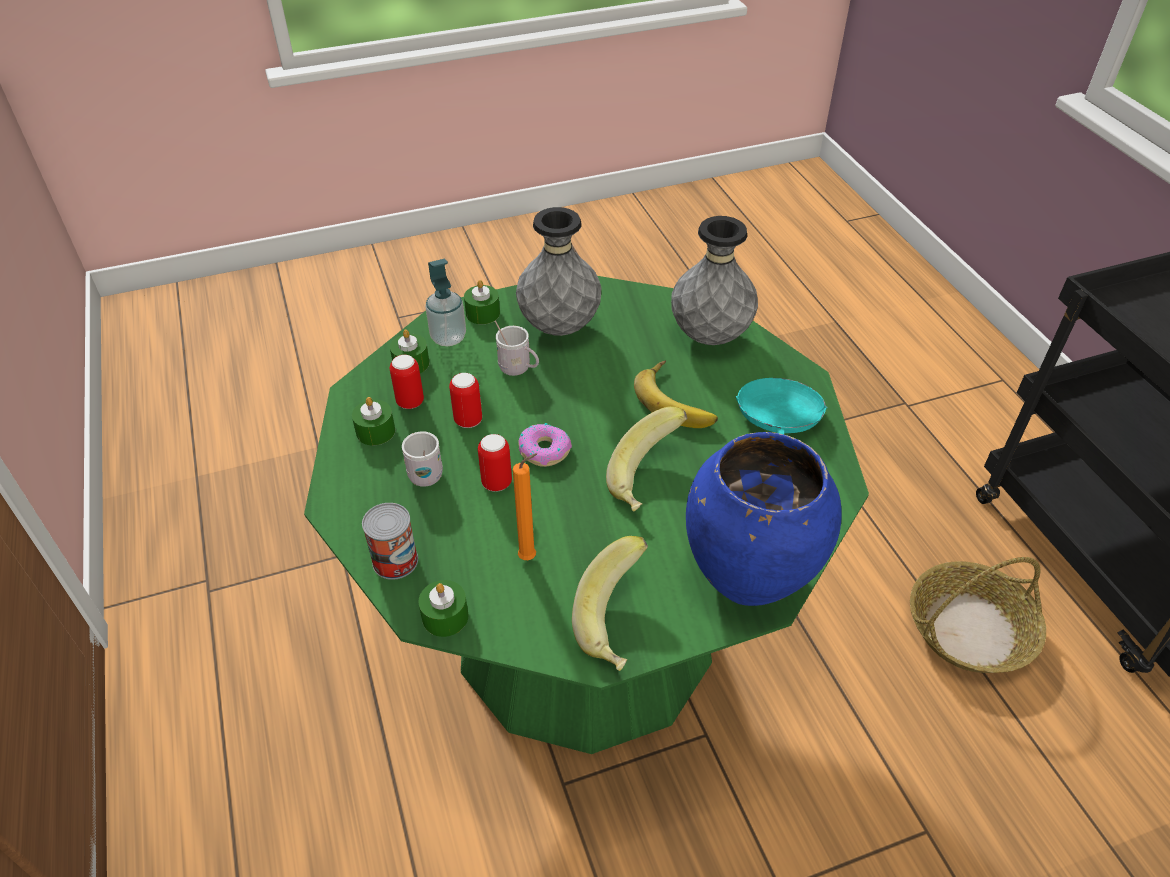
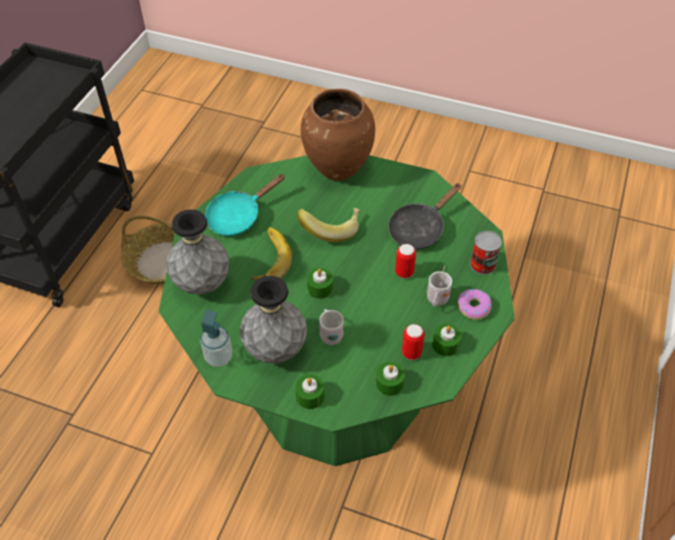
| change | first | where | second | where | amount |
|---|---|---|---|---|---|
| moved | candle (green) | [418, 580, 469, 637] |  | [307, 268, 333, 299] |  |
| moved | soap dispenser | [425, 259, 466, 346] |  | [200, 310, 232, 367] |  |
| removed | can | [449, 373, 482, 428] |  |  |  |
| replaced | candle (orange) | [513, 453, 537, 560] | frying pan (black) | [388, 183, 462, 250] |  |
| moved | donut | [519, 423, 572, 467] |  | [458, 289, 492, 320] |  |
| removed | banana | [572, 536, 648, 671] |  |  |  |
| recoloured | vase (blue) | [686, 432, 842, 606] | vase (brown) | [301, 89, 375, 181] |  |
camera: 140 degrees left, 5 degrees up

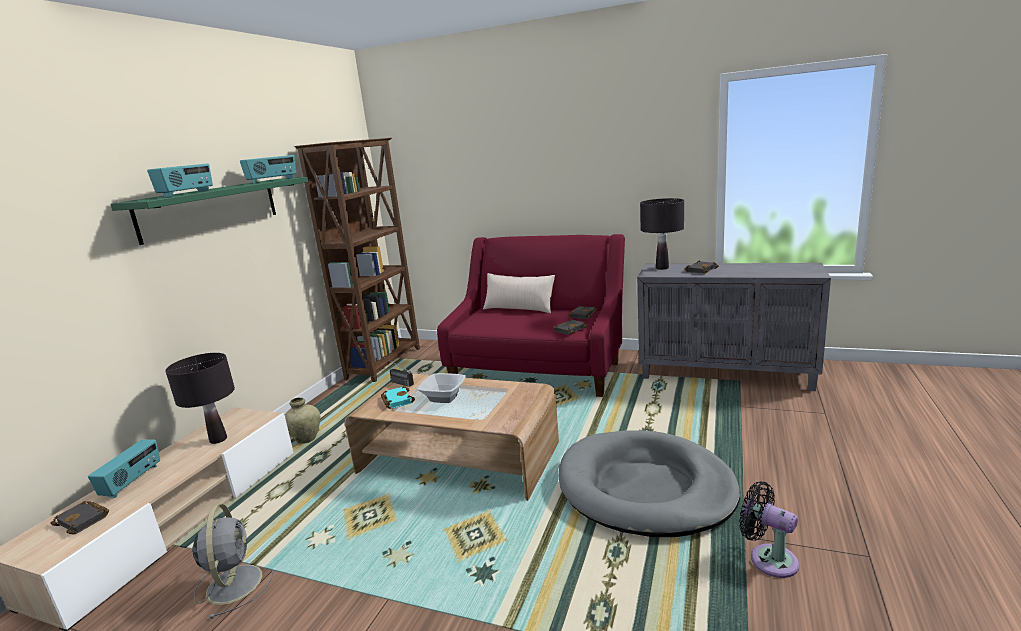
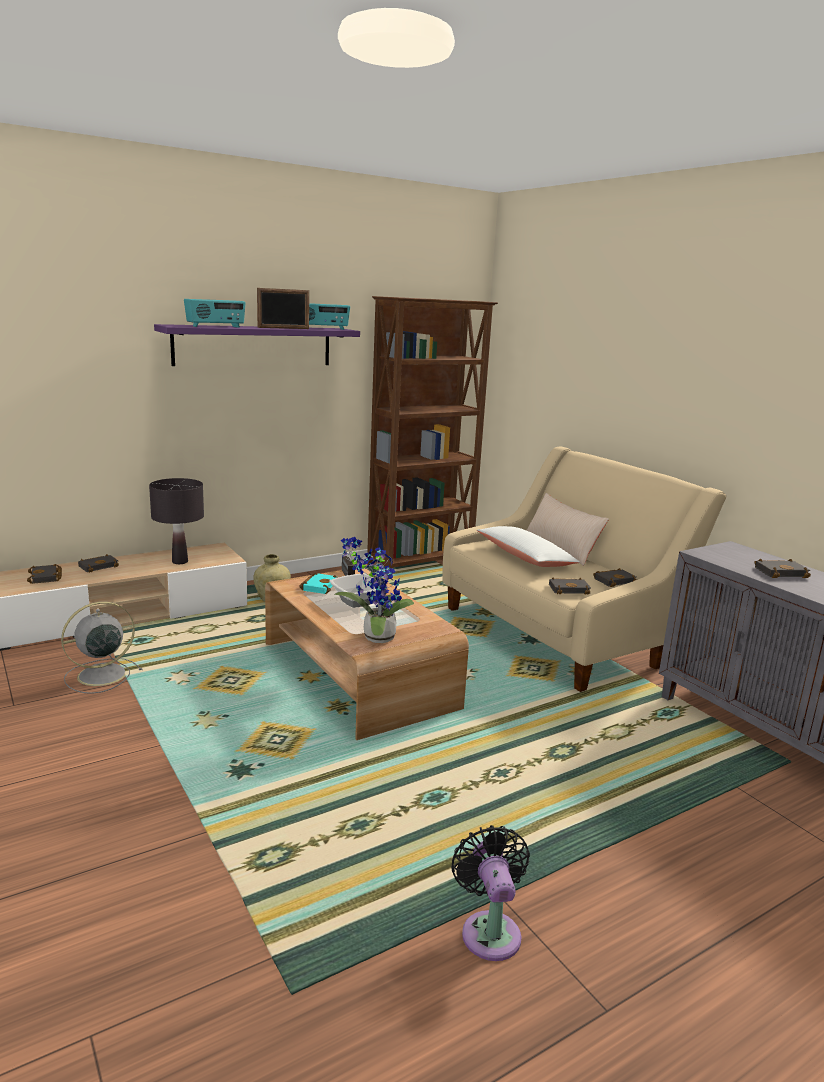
| change | first | where | second | where | amount |
|---|---|---|---|---|---|
| replaced | radio | [88, 439, 160, 498] | book (black) | [78, 554, 119, 573] |  |
| recoloured | shelf (green) | [110, 177, 308, 245] | shelf (purple) | [154, 324, 360, 366] |  |
| turned | fan (grey) | [192, 504, 274, 619] |  | [61, 602, 143, 694] | 150 degrees counterclockwise |
| recoloured | sofa (red) | [437, 234, 625, 397] | sofa (beige) | [442, 446, 726, 692] |  |
| removed | dog bed (grey) | [559, 430, 740, 537] |  |  |  |
| removed | table lamp (black) | [640, 198, 684, 270] |  |  |  |
| added |  |  | picture frame | [257, 288, 309, 329] |  |
| added |  |  | potted plant | [335, 537, 414, 643] |  |
| added |  |  | pillow (white) | [477, 526, 580, 567] |  |
camera: 35 degrees right, 0 degrees up

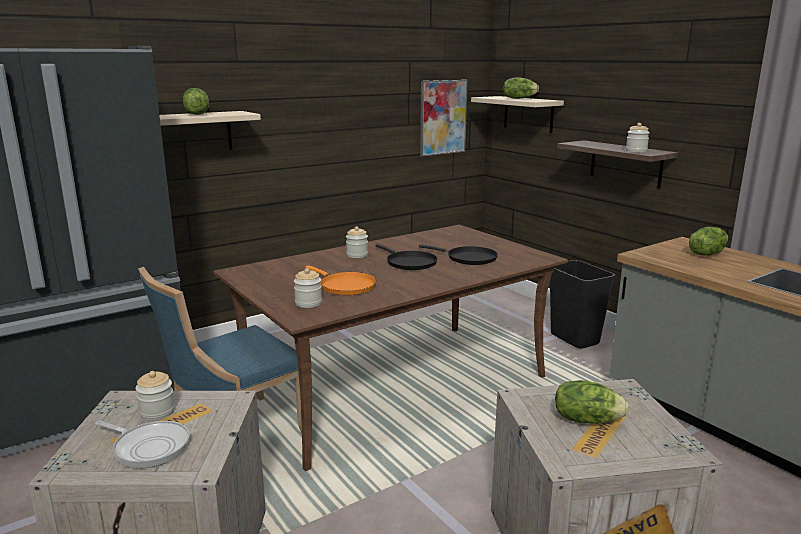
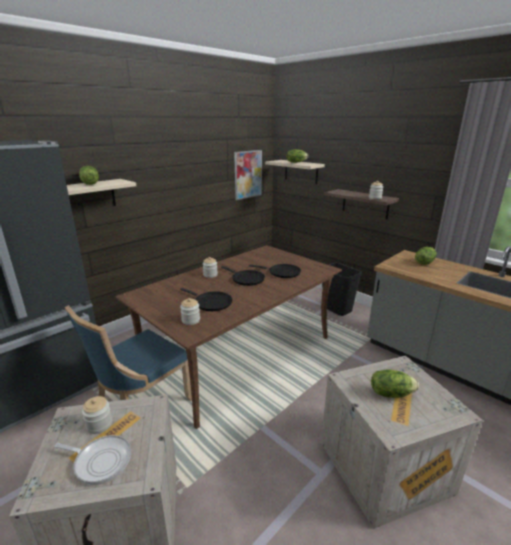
| change | first | where | second | where | amount |
|---|---|---|---|---|---|
| recoloured | frying pan (orange) | [305, 265, 377, 295] | frying pan (black) | [180, 288, 232, 311] |  |
camera: 10 degrees left, 5 degrees up

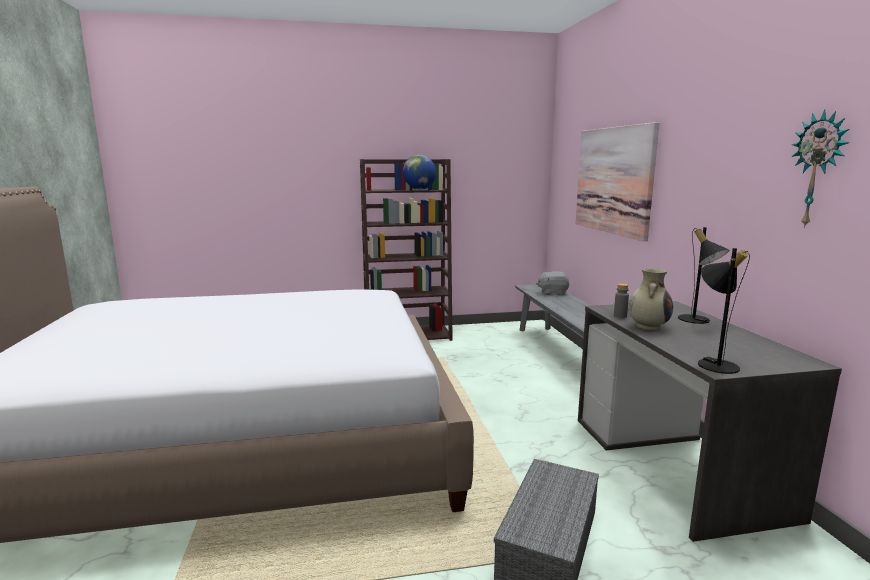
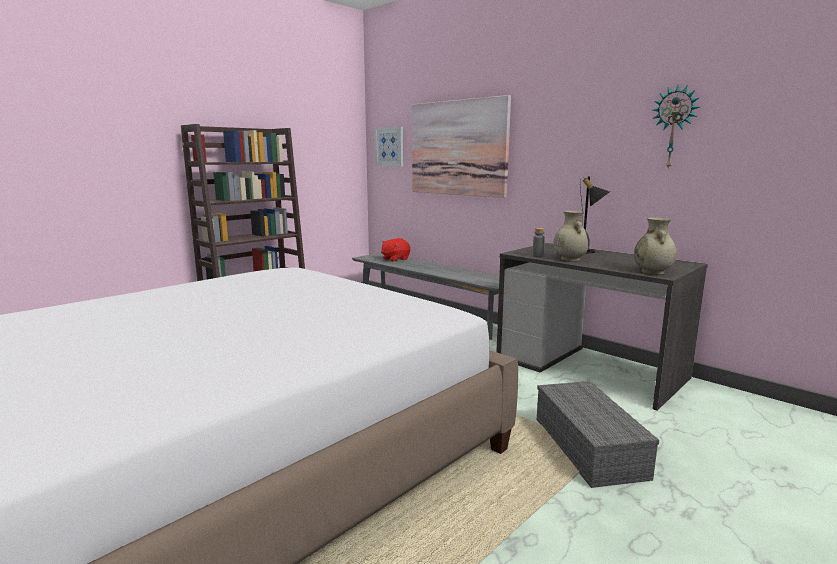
| change | first | where | second | where | amount |
|---|---|---|---|---|---|
| removed | globe | [403, 155, 436, 190] |  |  |  |
| recoloured | plush toy (grey) | [536, 271, 569, 295] | plush toy (red) | [381, 238, 410, 262] |  |
| replaced | table lamp (black) | [698, 248, 750, 374] | vase (beige) | [634, 217, 677, 274] |  |
| added |  |  | picture | [375, 127, 403, 166] |  |
camera: 35 degrees left, 0 degrees up

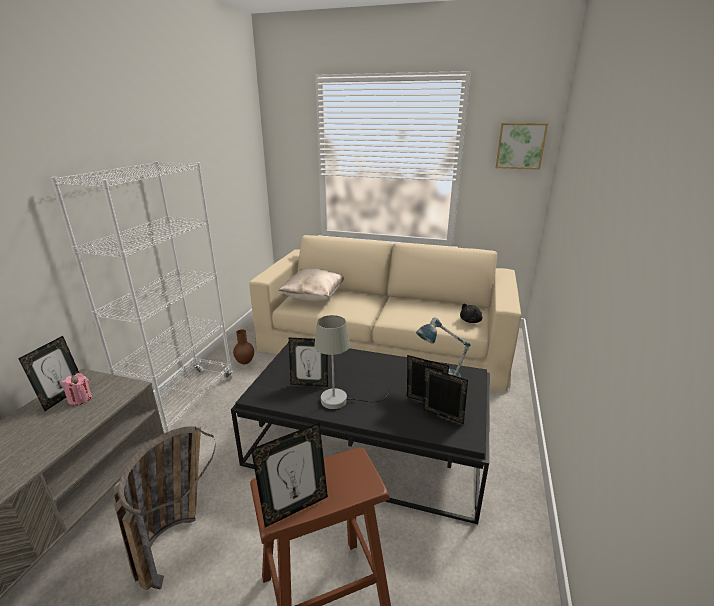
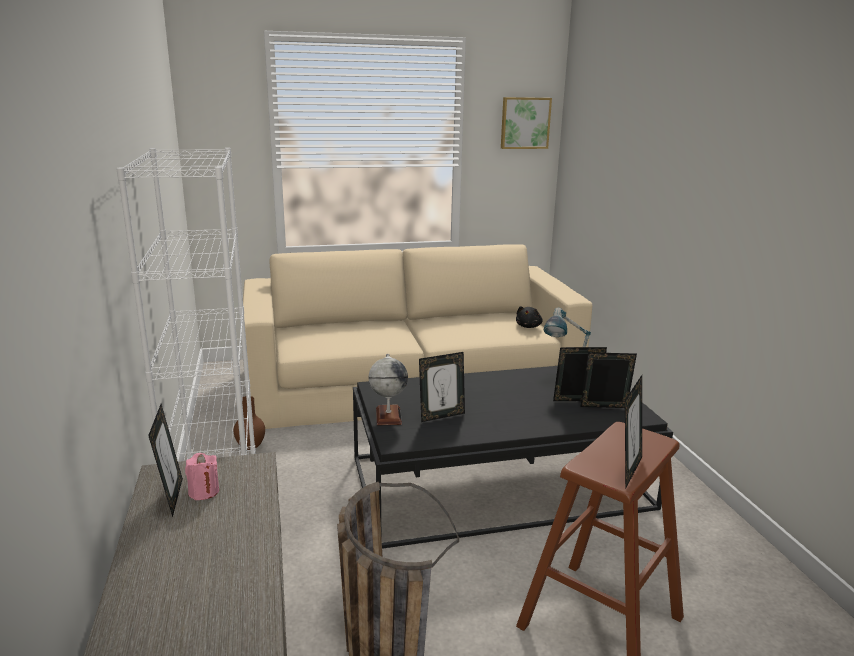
| change | first | where | second | where | amount |
|---|---|---|---|---|---|
| removed | pillow (beige) | [278, 268, 344, 302] |  |  |  |
| removed | table lamp (grey) | [314, 315, 390, 409] |  |  |  |
| added |  |  | globe | [369, 354, 408, 426] |  |
camera: 30 degrees left, 5 degrees down

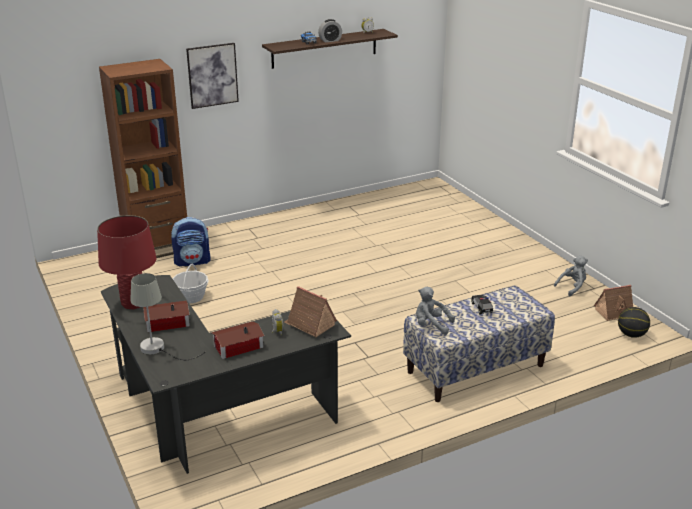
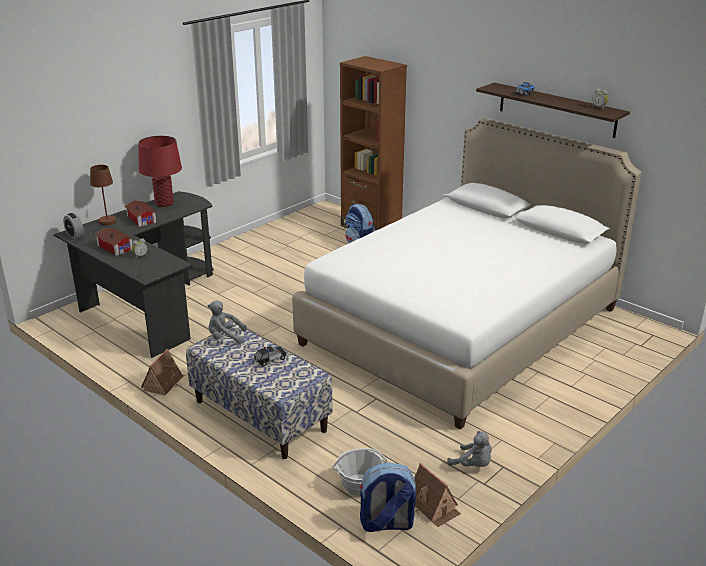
| change | first | where | second | where | amount |
|---|---|---|---|---|---|
| recoloured | table lamp (grey) | [130, 273, 205, 360] | table lamp (brown) | [90, 165, 116, 235] |  |
| moved | basket | [172, 264, 209, 303] |  | [332, 448, 387, 496] |  |
| removed | picture | [186, 43, 239, 109] |  |  |  |
| moved | toy house | [284, 286, 337, 338] |  | [141, 349, 184, 396] |  |
| moved | alarm clock | [318, 19, 342, 43] |  | [63, 213, 84, 239] |  |
| turned | plush toy (grey) | [416, 287, 455, 335] |  | [207, 301, 247, 344] | 90 degrees counterclockwise |
| replaced | basketball | [618, 307, 650, 338] | backpack | [359, 463, 416, 532] |  |
| added |  |  | bed (white) | [292, 118, 642, 430] |  |
camera: 70 degrees right, 0 degrees up

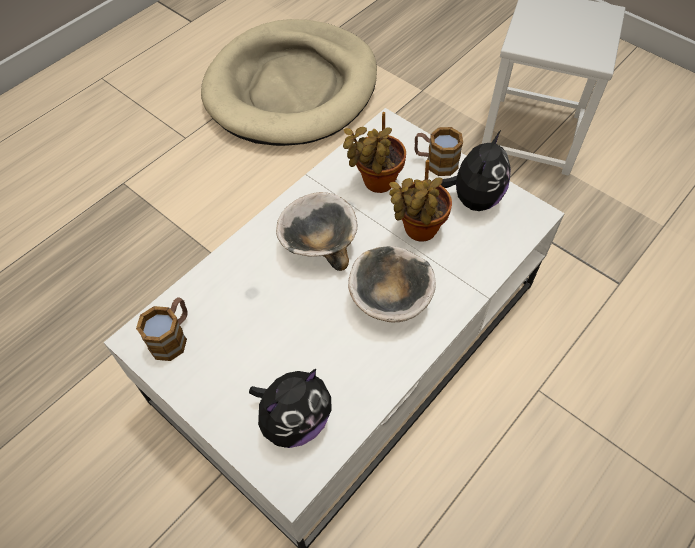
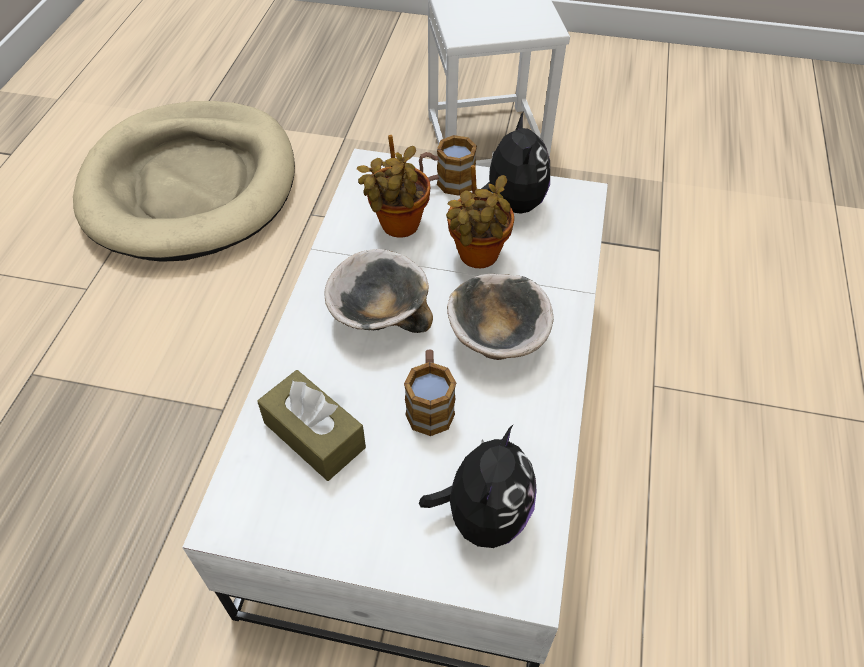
| change | first | where | second | where | amount |
|---|---|---|---|---|---|
| moved | mug | [136, 297, 187, 361] |  | [404, 349, 456, 436] |  |
| added |  |  | tissue box (brown) | [257, 370, 366, 481] |  |
camera: 30 degrees left, 5 degrees down

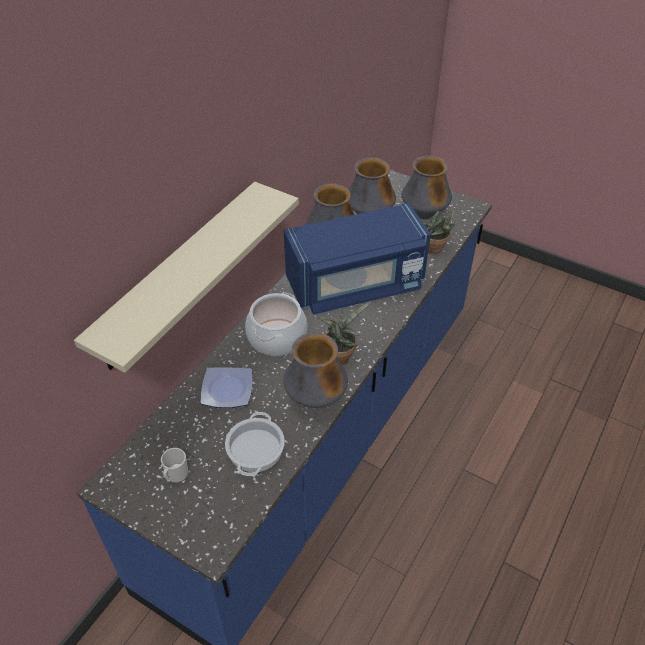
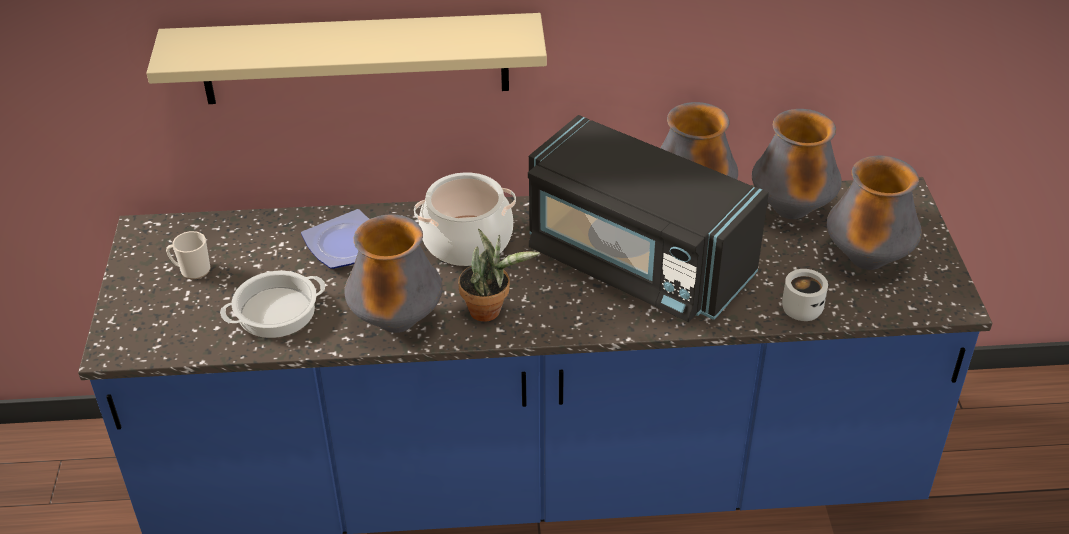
| change | first | where | second | where | amount |
|---|---|---|---|---|---|
| recoloured | microwave (blue) | [284, 203, 431, 315] | microwave (black) | [528, 115, 769, 322] |  |
| replaced | potted plant | [423, 208, 458, 254] | mug (white) | [782, 269, 828, 321] |  |
camera: 55 degrees right, 5 degrees down

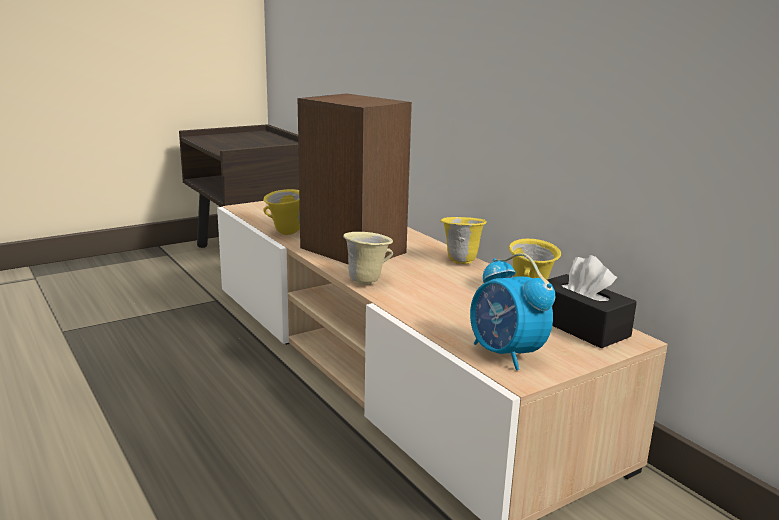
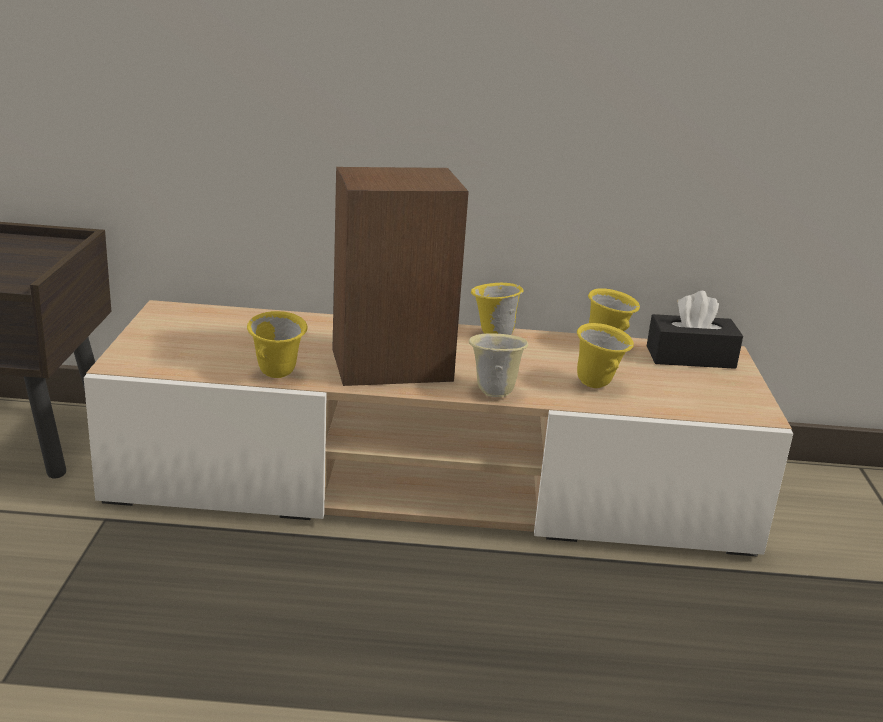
| change | first | where | second | where | amount |
|---|---|---|---|---|---|
| removed | alarm clock | [470, 253, 555, 370] |  |  |  |
| added |  |  | mug (yellow) | [577, 323, 634, 388] |  |
camera: 55 degrees left, 5 degrees up

